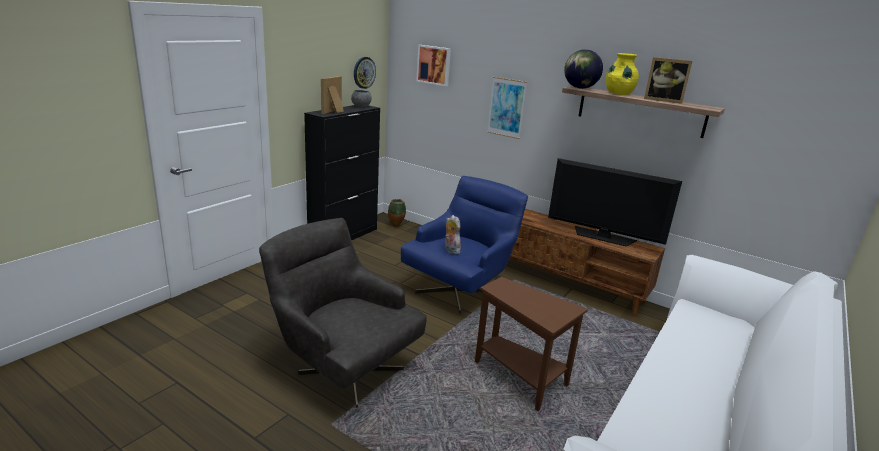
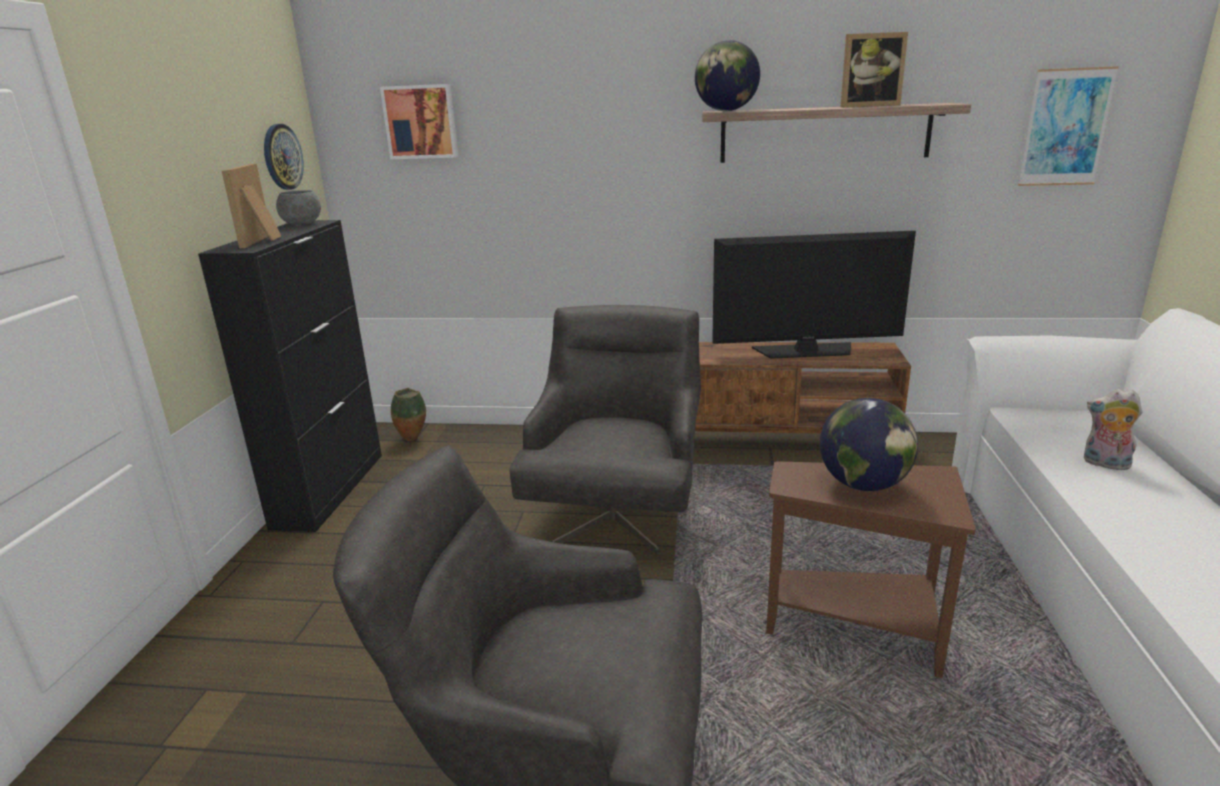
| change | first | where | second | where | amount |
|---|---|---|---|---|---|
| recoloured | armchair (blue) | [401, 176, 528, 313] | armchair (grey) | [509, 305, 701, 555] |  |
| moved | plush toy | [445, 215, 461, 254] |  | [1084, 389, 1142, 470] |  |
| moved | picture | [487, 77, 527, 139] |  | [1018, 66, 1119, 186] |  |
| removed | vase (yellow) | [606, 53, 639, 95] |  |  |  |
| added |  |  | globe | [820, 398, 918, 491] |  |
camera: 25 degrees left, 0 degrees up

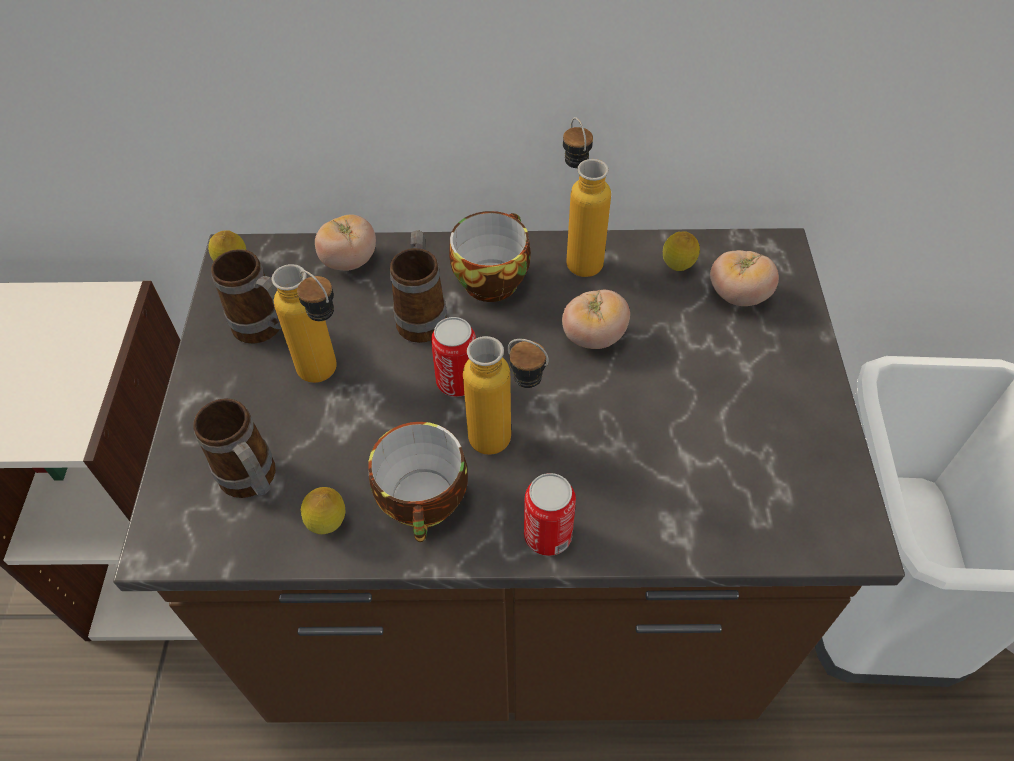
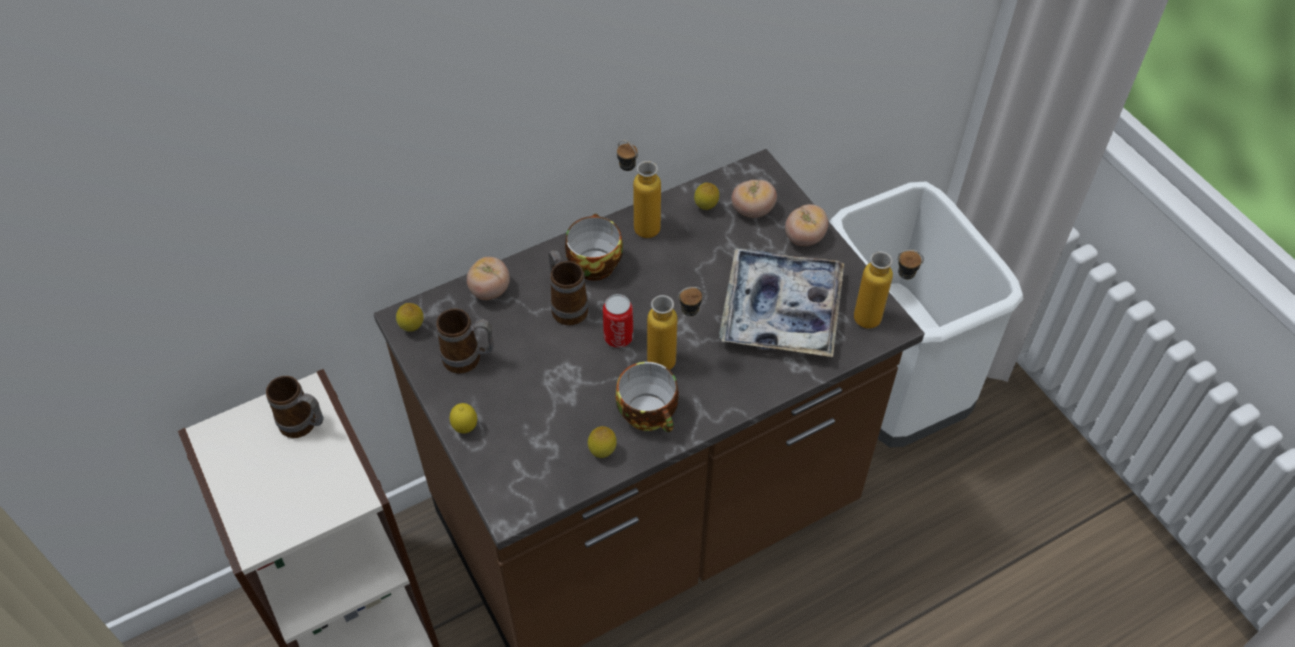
| change | first | where | second | where | amount |
|---|---|---|---|---|---|
| moved | mug | [193, 398, 276, 498] |  | [266, 376, 324, 438] |  |
| moved | bottle | [272, 264, 337, 383] |  | [854, 250, 924, 329] |  |
| removed | can | [524, 473, 576, 556] |  |  |  |
| moved | tomato | [562, 290, 630, 349] |  | [785, 204, 828, 246] |  |
| added |  |  | lemon | [450, 403, 477, 433] |  |
| added |  |  | tray | [719, 248, 844, 357] |  |
camera: 30 degrees left, 0 degrees up

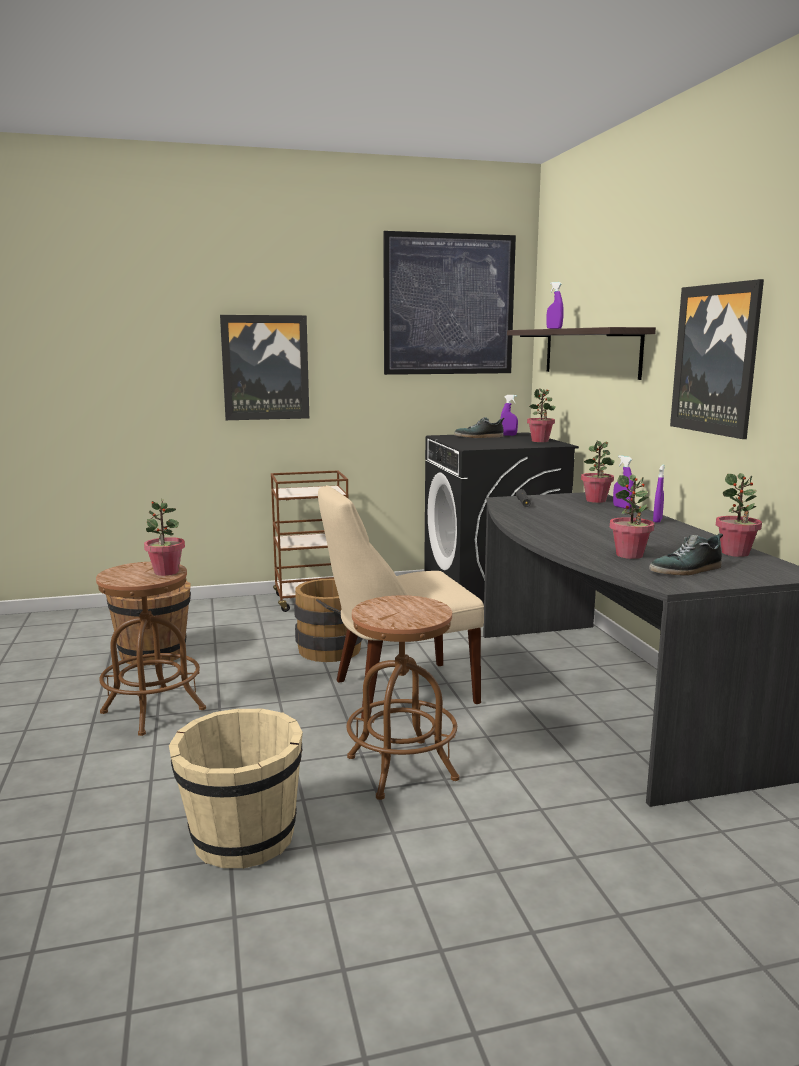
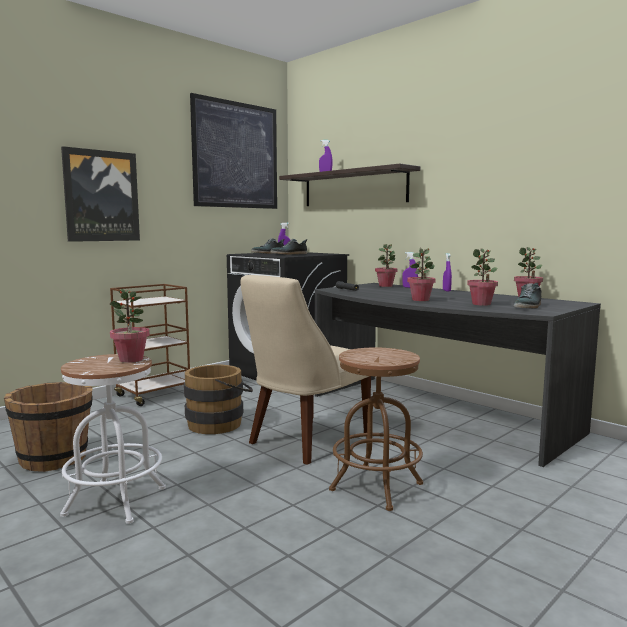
| change | first | where | second | where | amount |
|---|---|---|---|---|---|
| recoloured | stool (brown) | [96, 562, 206, 736] | stool (white) | [60, 354, 166, 524] |  |
| removed | bucket (beige) | [169, 708, 303, 869] |  |  |  |
| moved | potted plant | [527, 388, 556, 442] |  | [407, 248, 436, 301] |  |
| removed | picture | [670, 279, 764, 439] |  |  |  |
| added |  |  | shoe | [270, 239, 307, 255] |  |
camera: 30 degrees left, 5 degrees down

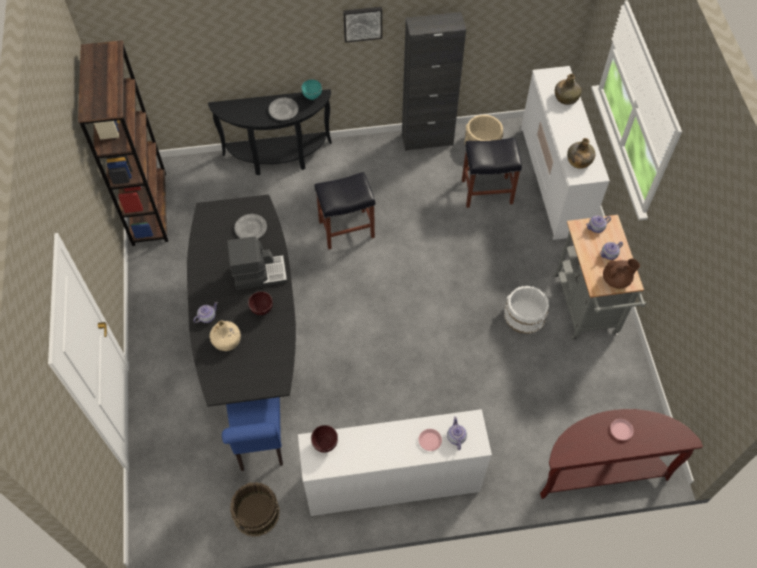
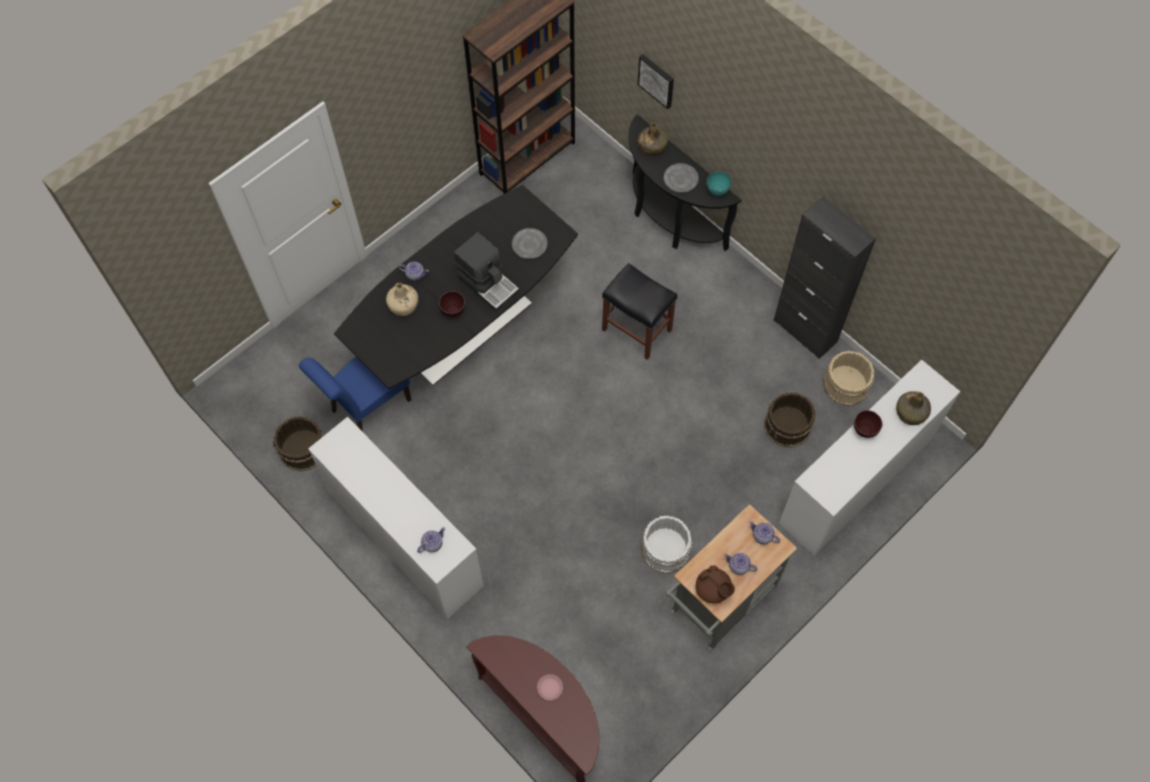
| change | first | where | second | where | amount |
|---|---|---|---|---|---|
| moved | bowl (brown) | [311, 425, 338, 453] |  | [854, 410, 882, 438] |  |
| moved | picture | [343, 7, 382, 43] |  | [637, 54, 674, 109] |  |
| removed | plate (pink) | [419, 429, 442, 451] |  |  |  |
| replaced | stool (black) | [462, 137, 522, 208] | bucket (brown) | [764, 392, 815, 448] |  |
| moved | bottle (green) | [567, 138, 596, 169] |  | [638, 123, 668, 156] |  |
camera: 55 degrees right, 5 degrees up

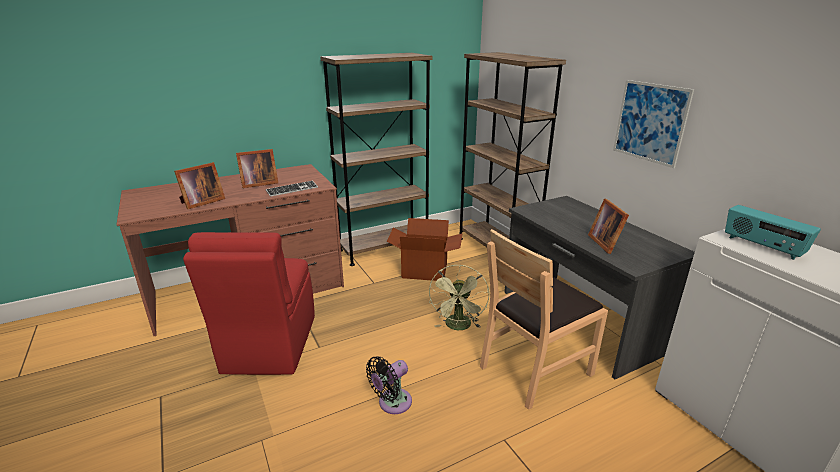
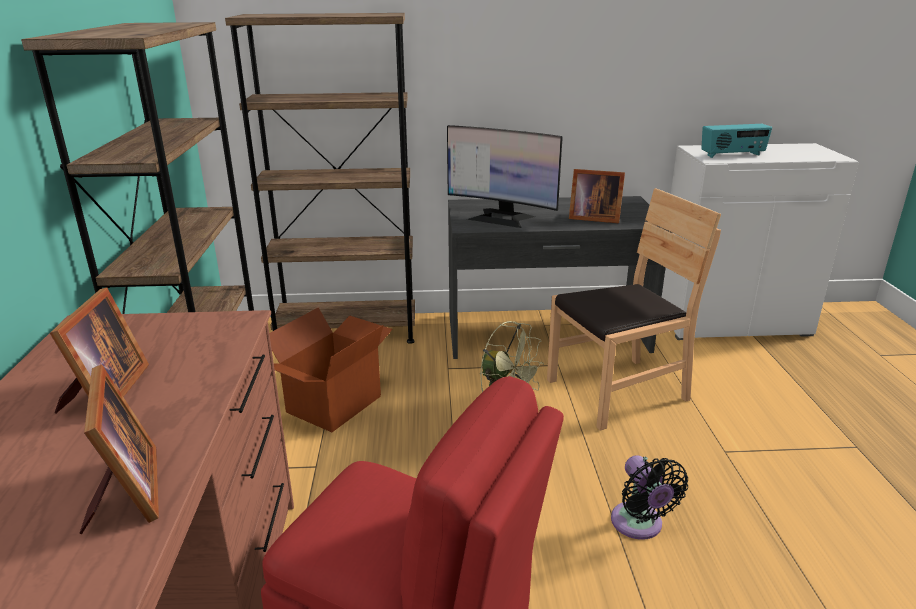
| change | first | where | second | where | amount |
|---|---|---|---|---|---|
| removed | keyboard | [266, 181, 318, 197] |  |  |  |
| turned | chair (brown) | [480, 229, 608, 410] |  | [547, 188, 721, 431] | 105 degrees counterclockwise |
| removed | picture | [613, 80, 694, 168] |  |  |  |
| added |  |  | monitor | [447, 125, 563, 228] |  |
camera: 65 degrees left, 0 degrees up

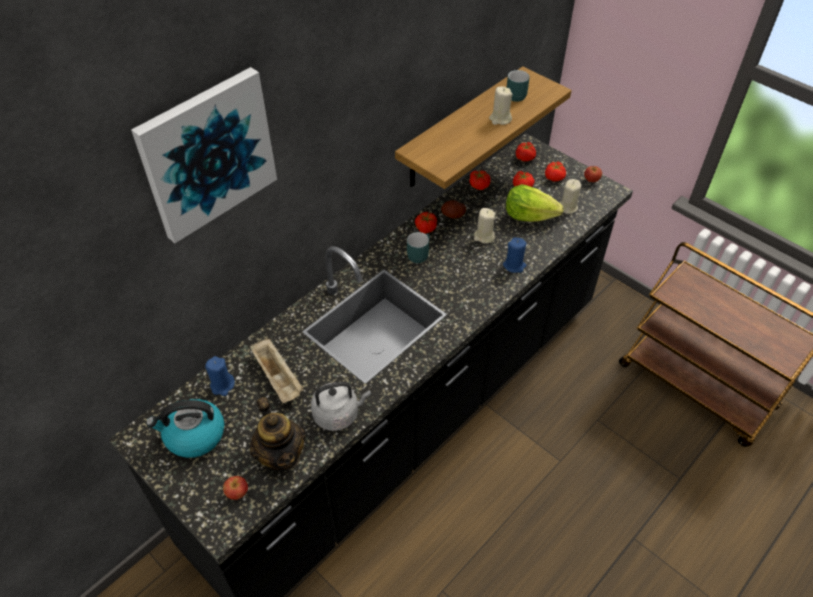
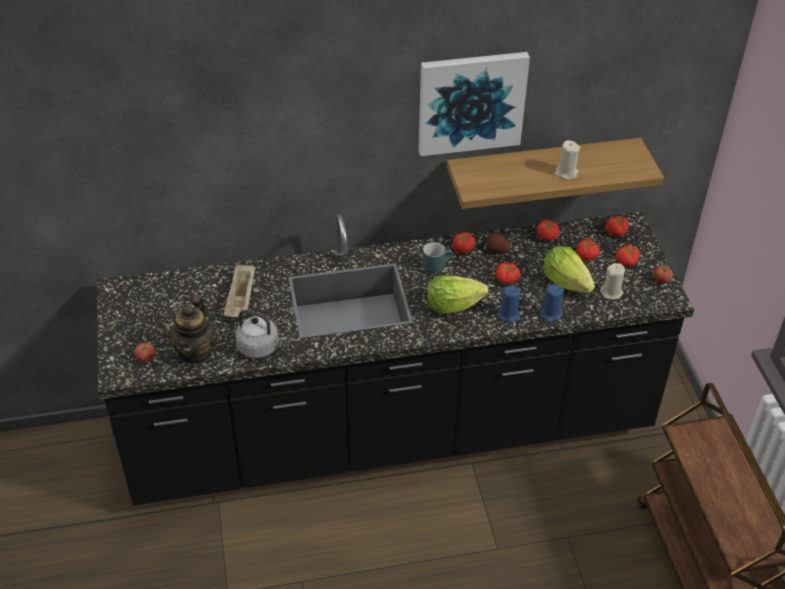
| change | first | where | second | where | amount |
|---|---|---|---|---|---|
| moved | picture | [131, 67, 277, 243] |  | [418, 52, 530, 156] |  |
| removed | kettle | [146, 399, 224, 458] |  |  |  |
| moved | candle (blue) | [205, 356, 235, 396] |  | [540, 284, 564, 323] |  |
| replaced | candle (beige) | [474, 208, 496, 244] | tomato | [495, 263, 520, 284] |  |
| removed | mug (turquoise) | [507, 70, 530, 102] |  |  |  |
| added |  |  | lettuce | [427, 275, 489, 314] |  |
camera: 35 degrees right, 5 degrees down

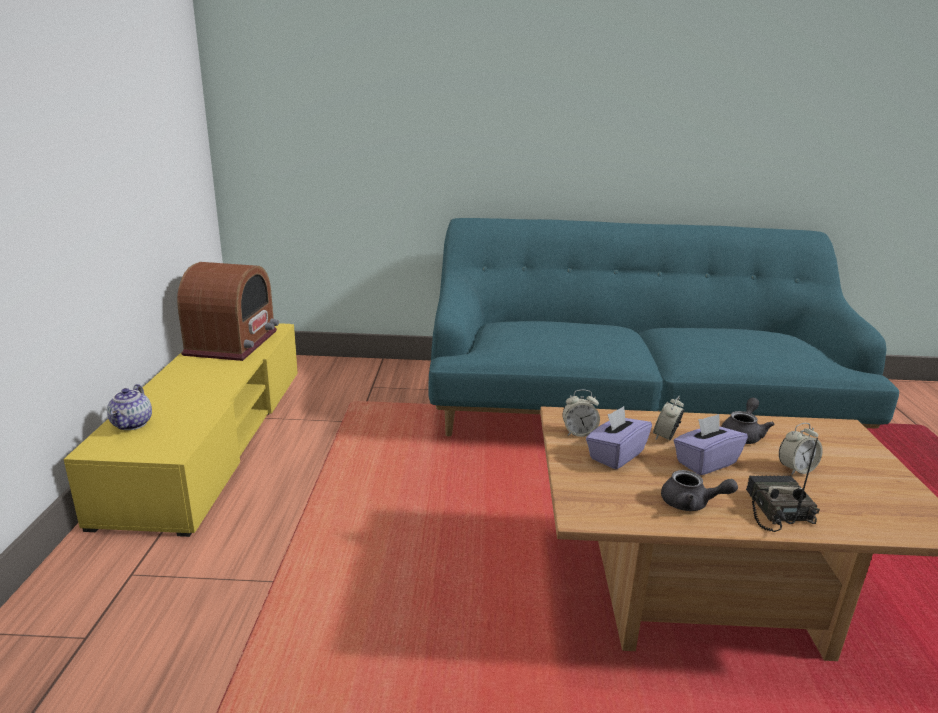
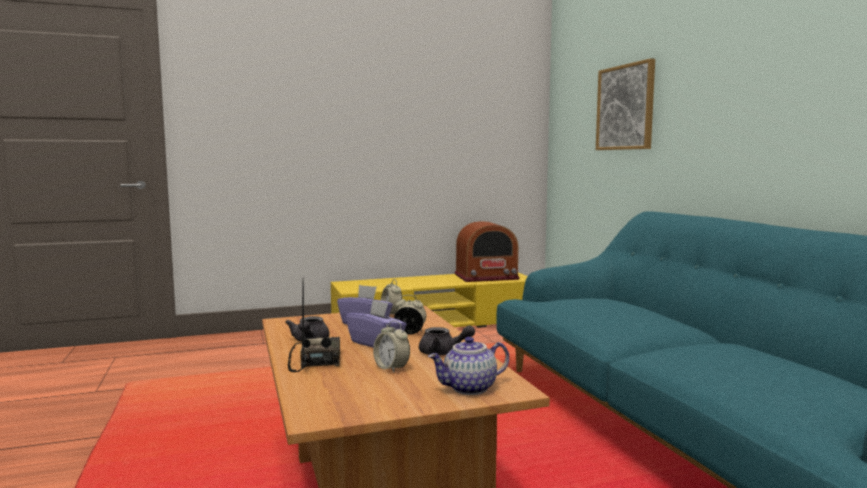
| change | first | where | second | where | amount |
|---|---|---|---|---|---|
| moved | teapot | [107, 384, 152, 430] |  | [428, 337, 509, 395] |  |
| turned | radio | [746, 438, 820, 532] |  | [288, 281, 340, 372] | 75 degrees counterclockwise |
| added |  |  | picture | [596, 58, 655, 150] |  |
camera: 70 degrees right, 15 degrees down

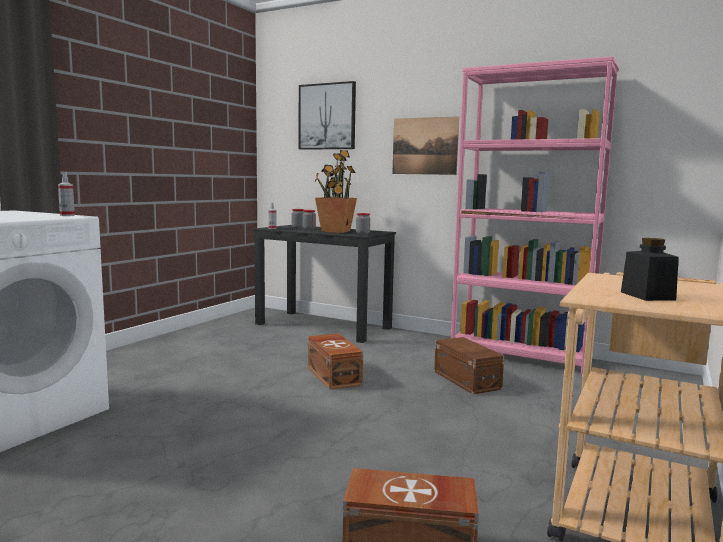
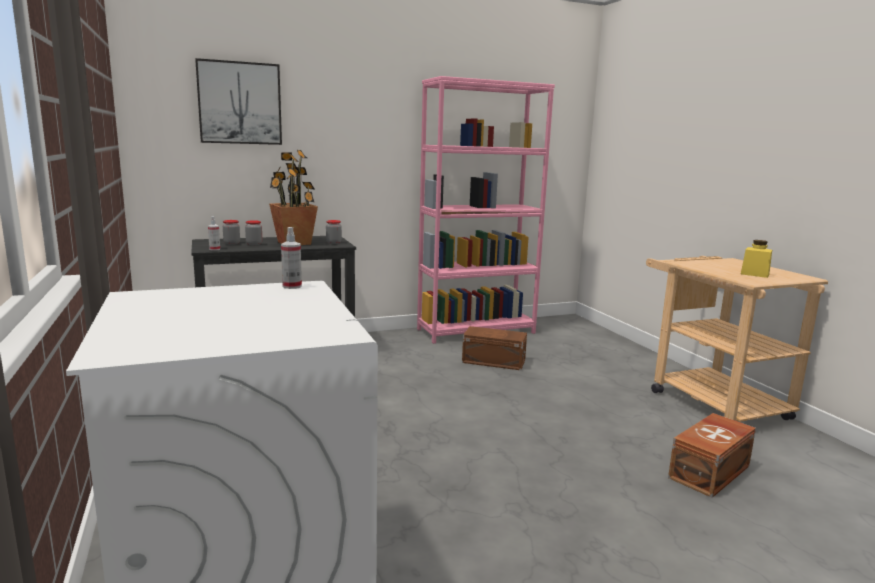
| change | first | where | second | where | amount |
|---|---|---|---|---|---|
| removed | storage box (brown) | [308, 333, 363, 390] |  |  |  |
| removed | picture | [392, 116, 459, 175] |  |  |  |
| recoloured | jar (black) | [621, 238, 679, 301] | jar (yellow) | [741, 240, 772, 278] |  |
camera: 50 degrees left, 5 degrees up

